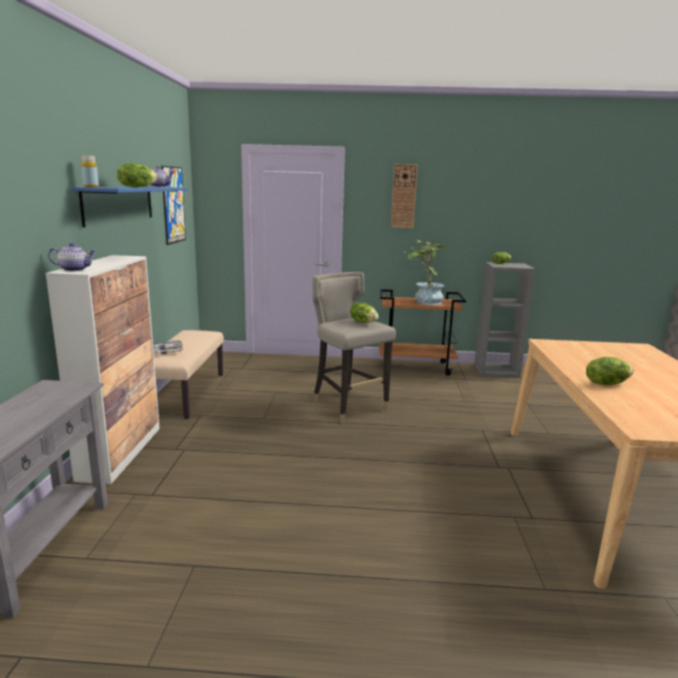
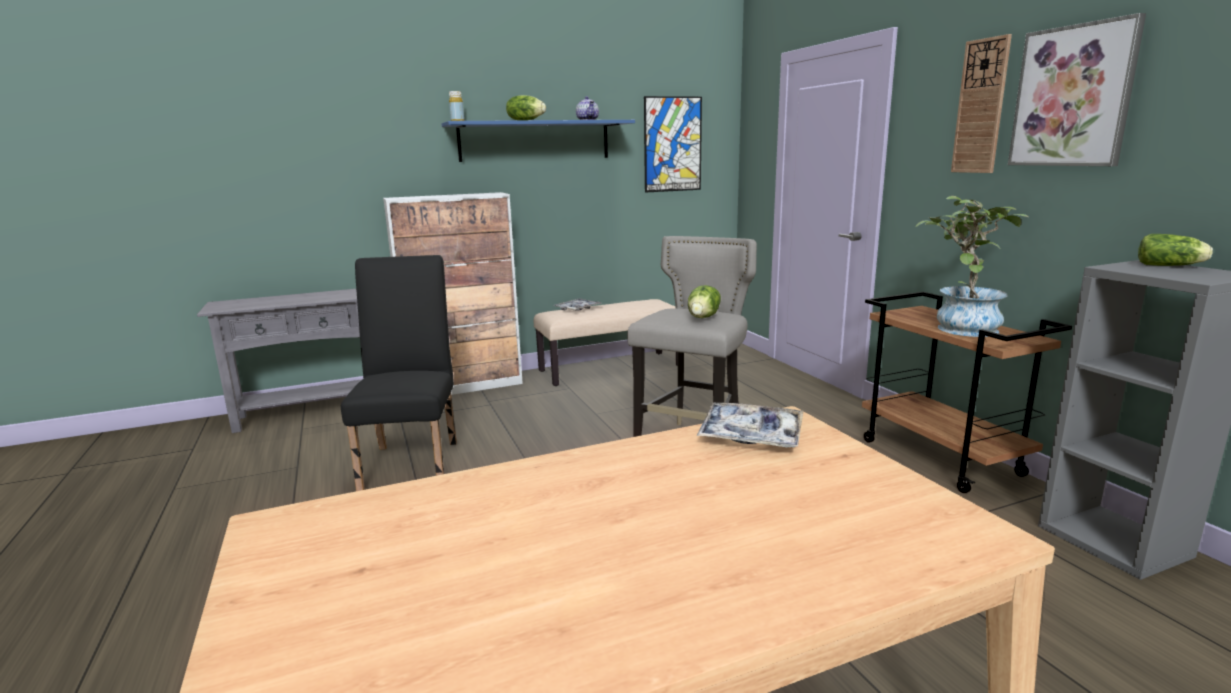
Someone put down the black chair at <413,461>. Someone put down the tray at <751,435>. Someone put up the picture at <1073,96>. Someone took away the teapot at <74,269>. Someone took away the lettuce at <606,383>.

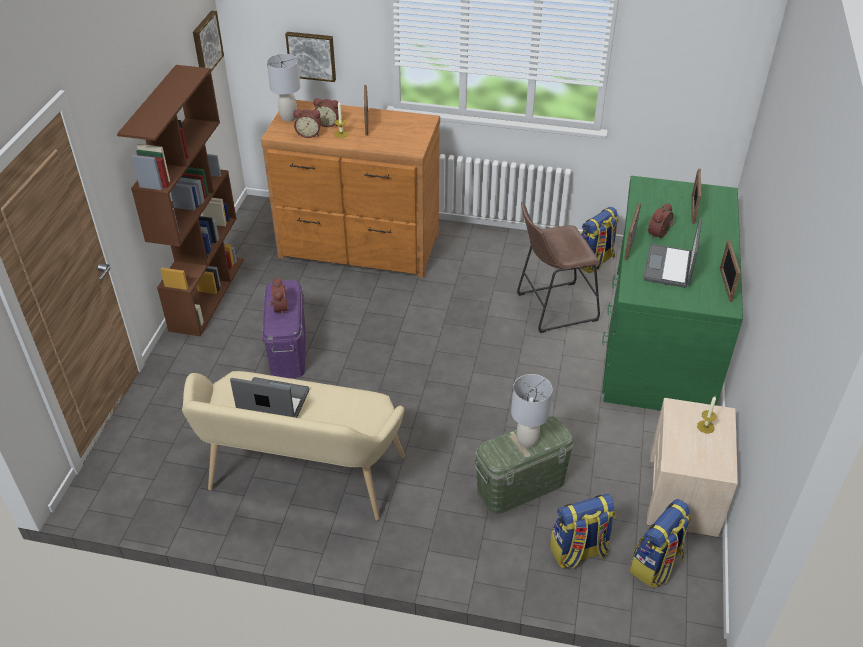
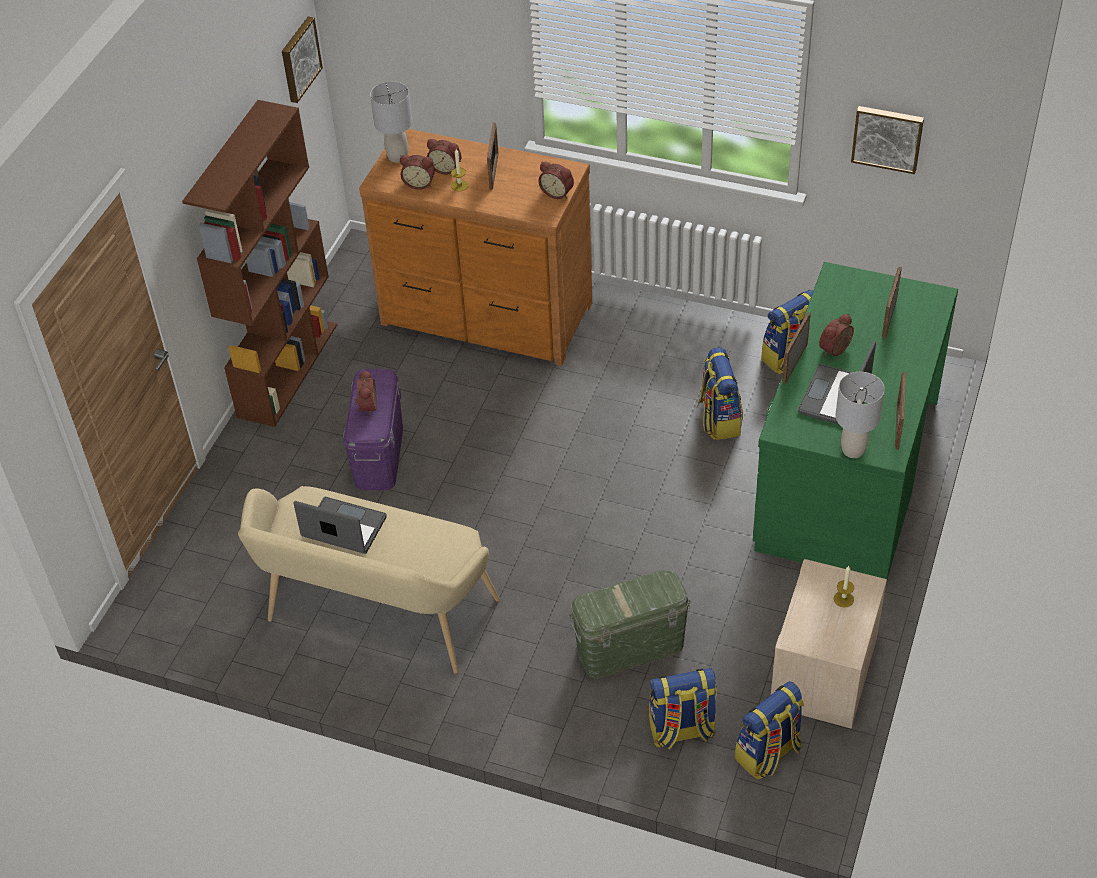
Someone put down the alarm clock at <557,192>. Someone swapped the brown stool at <552,308> for the backpack at <718,419>. Someone carried the grey table lamp from <527,441> to <853,450>. Someone carried the picture from <311,55> to <887,137>.

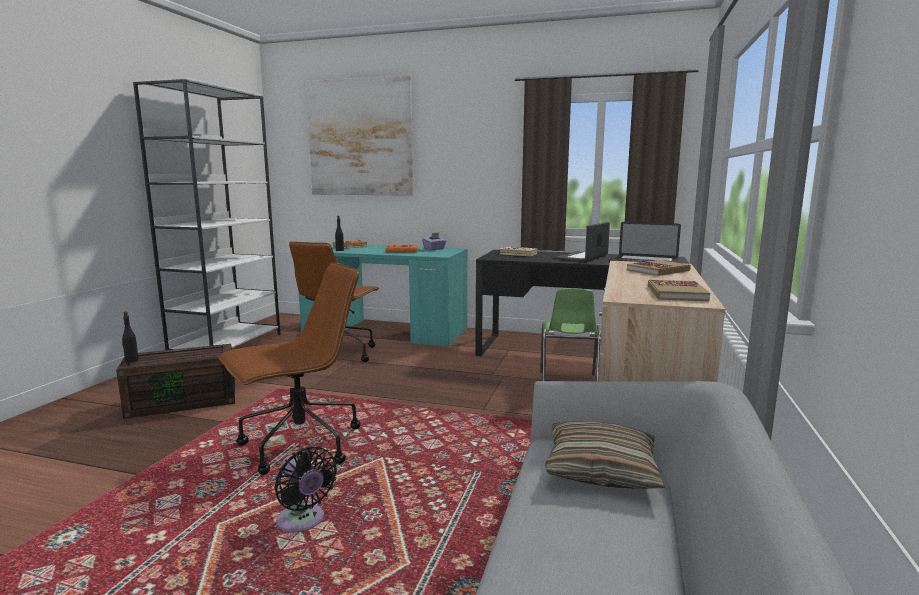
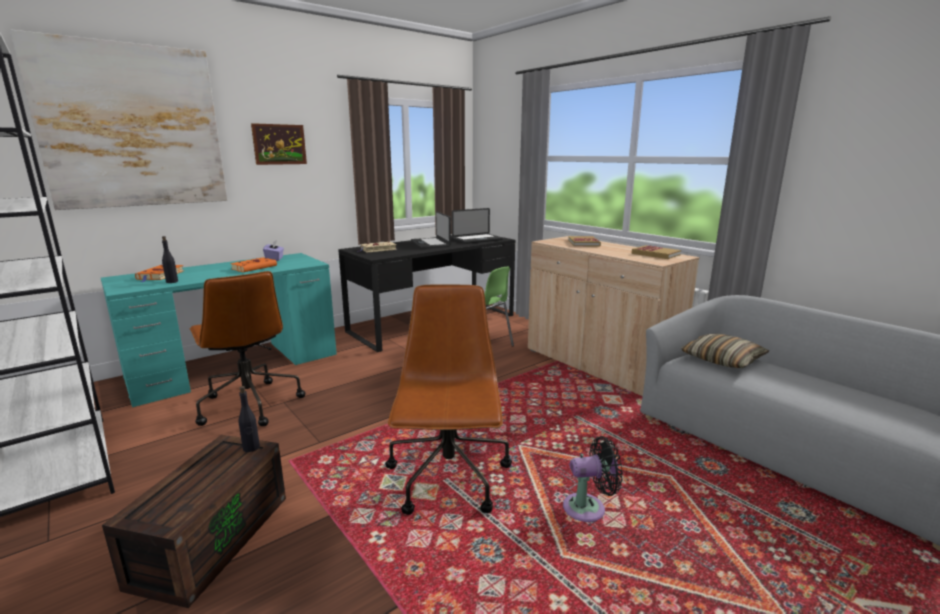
Someone carried the black bottle from <131,360> to <251,448>. Someone put up the picture at <279,144>.

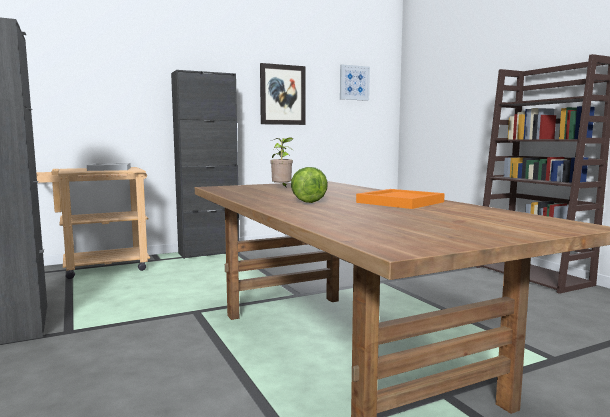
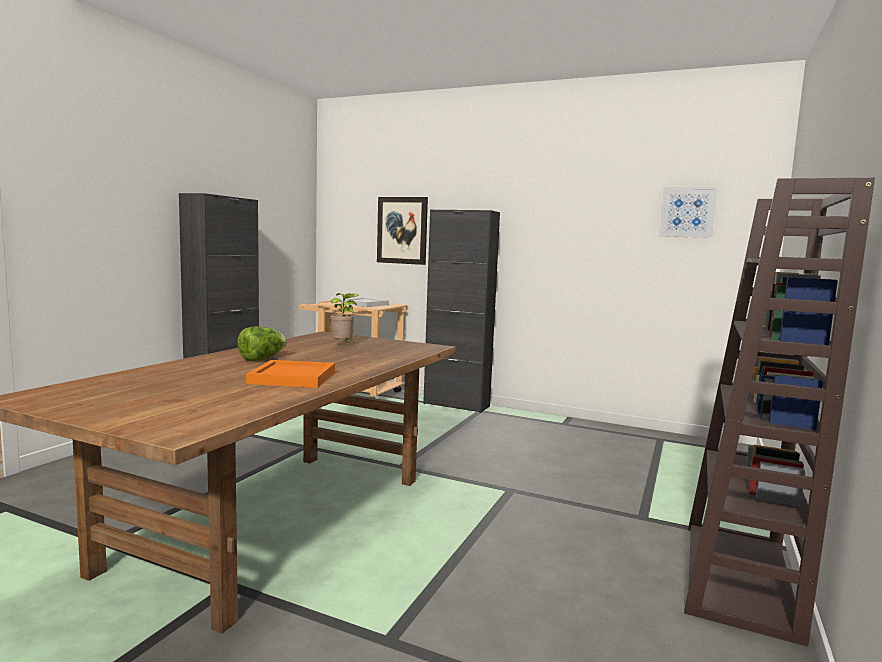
Someone carried the picture from <282,95> to <402,230>.

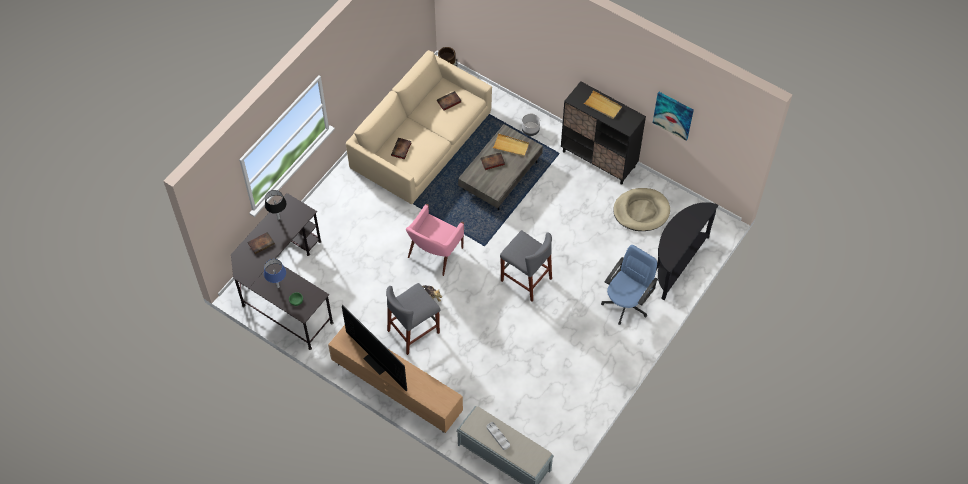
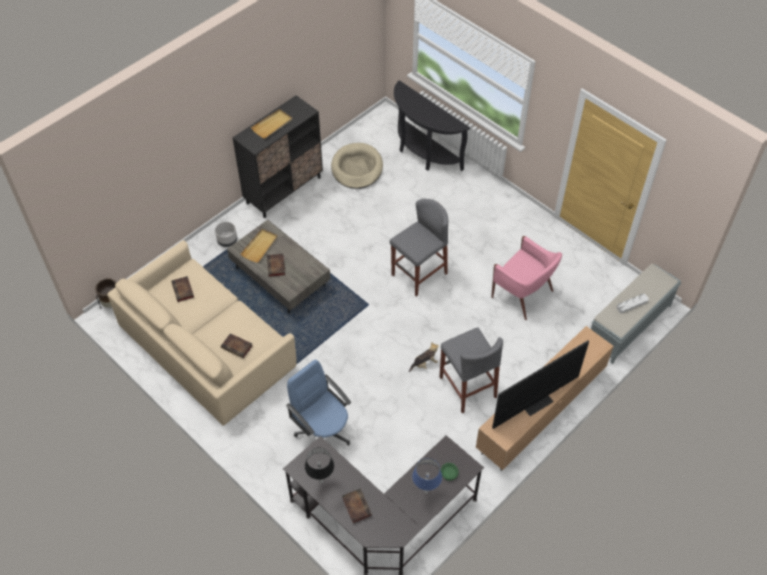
Someone carried the blue office chair from <626,303> to <323,431>. Someone carried the pink armchair from <434,253> to <523,295>. Someone took away the picture at <673,115>.

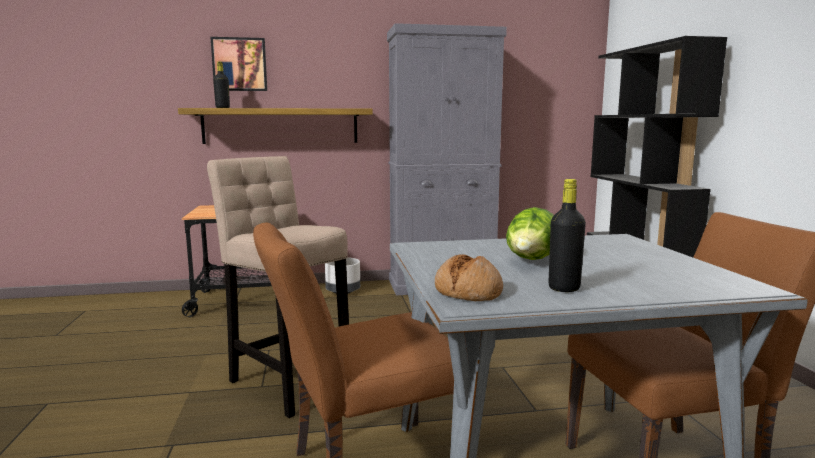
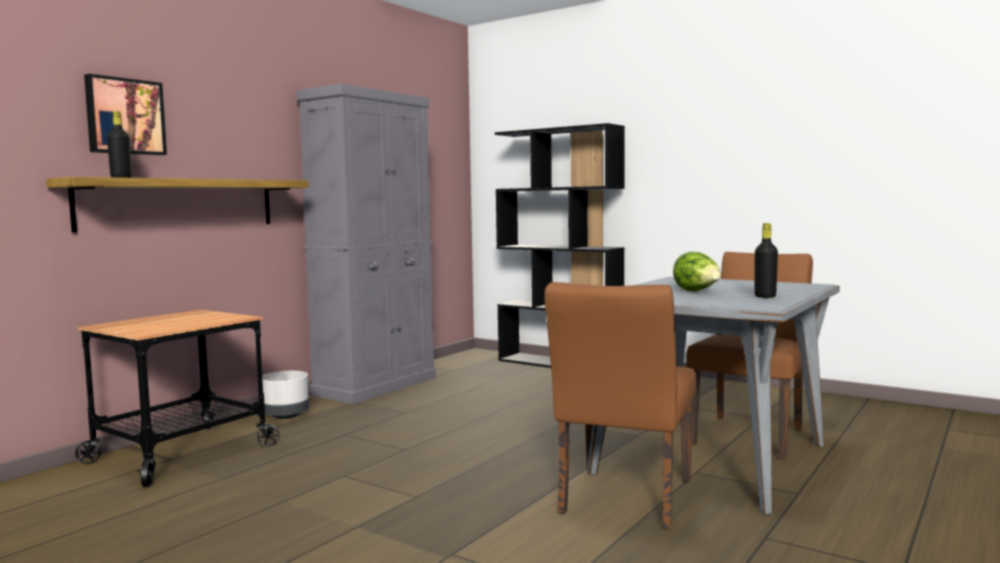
Someone took away the beige stool at <287,382>. Someone took away the bread at <468,291>.

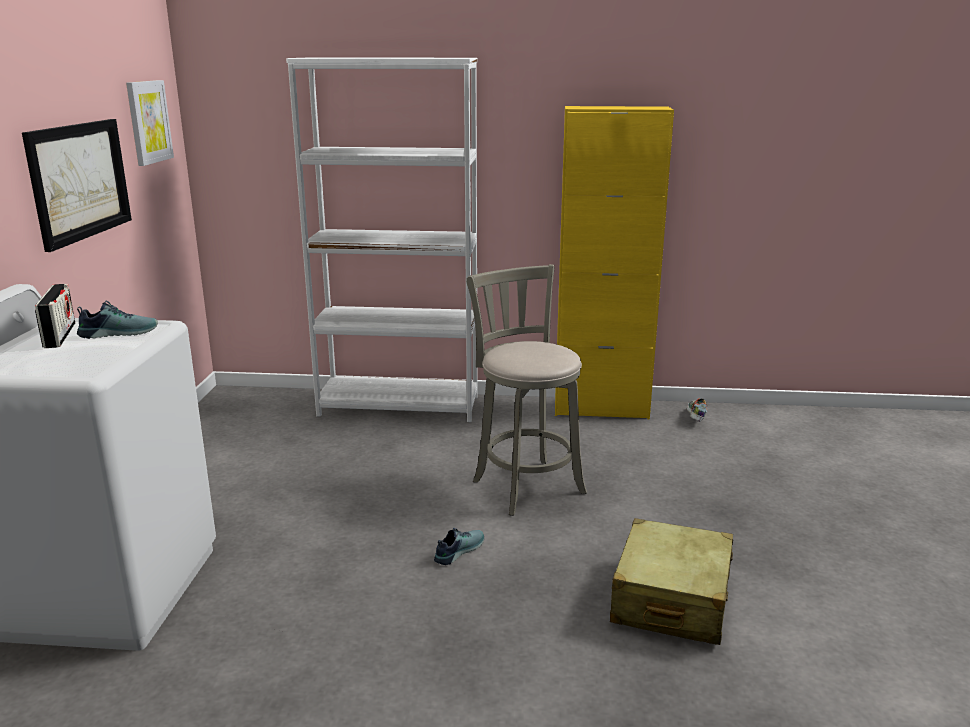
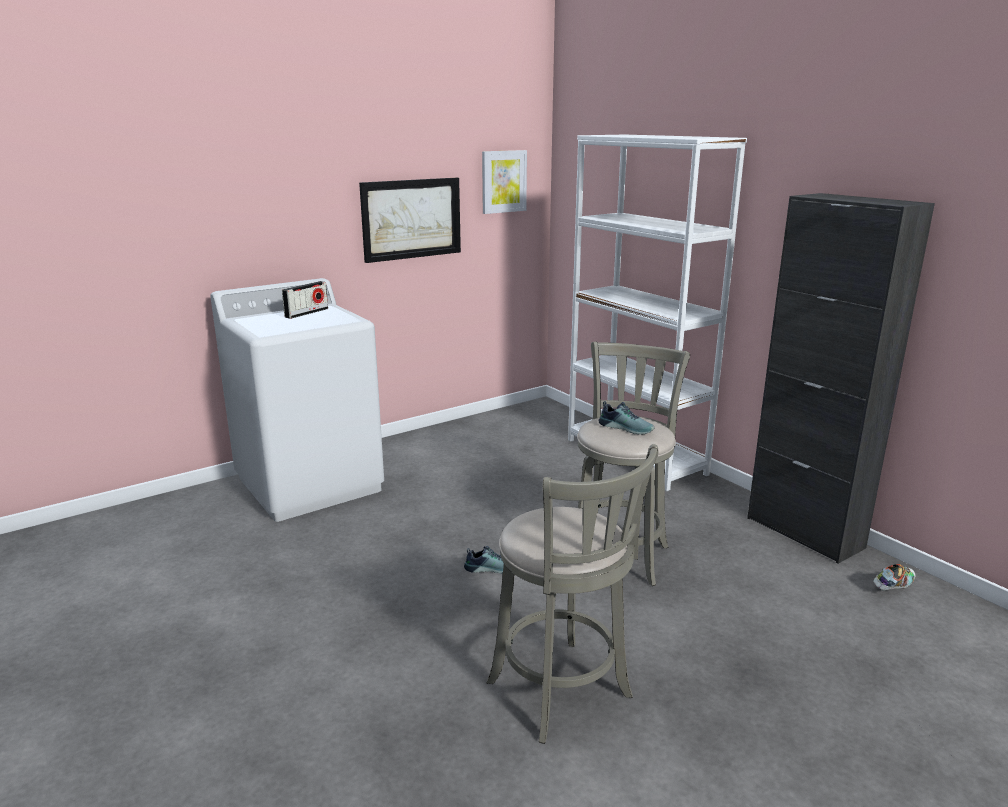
Someone swapped the beige suitcase at <671,599> for the grey stool at <563,694>. Someone carried the shoe from <119,333> to <626,428>. Someone repainted the yellow cabinet at <601,409>, which became the black cabinet at <804,532>.

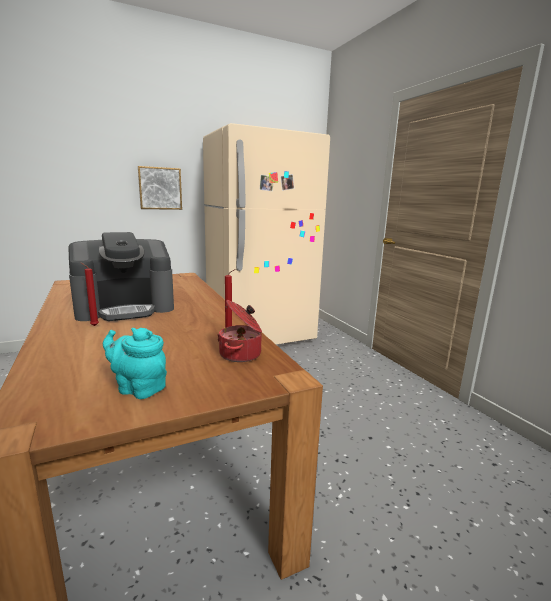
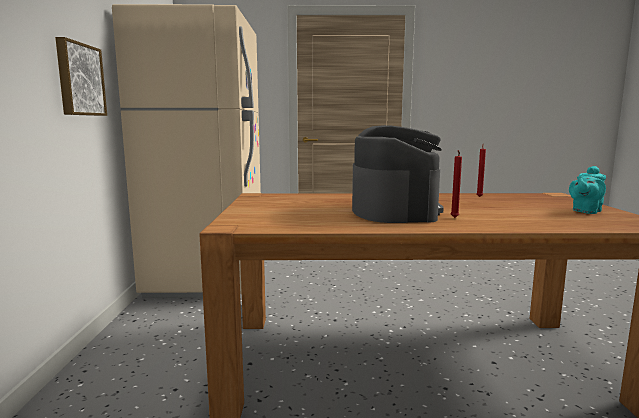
Someone took away the cooking pot at <241,354>.

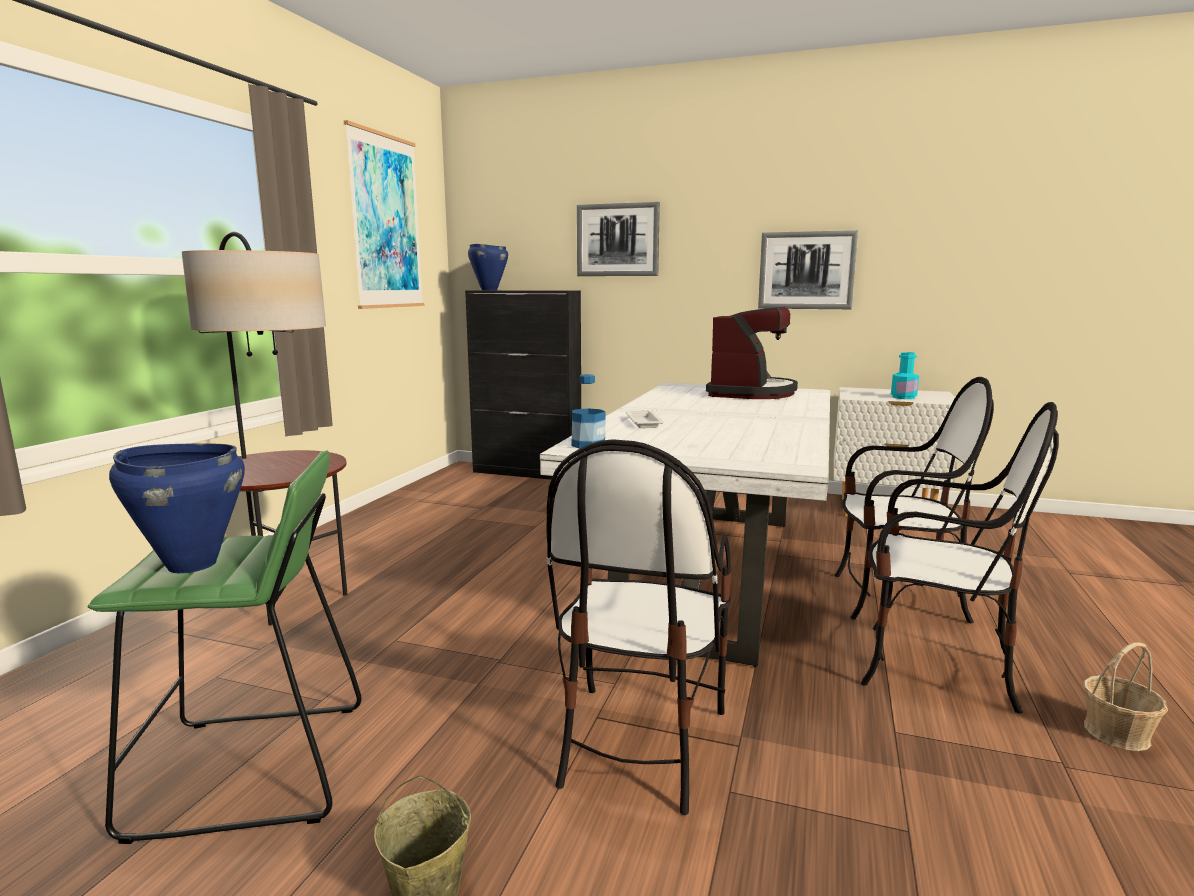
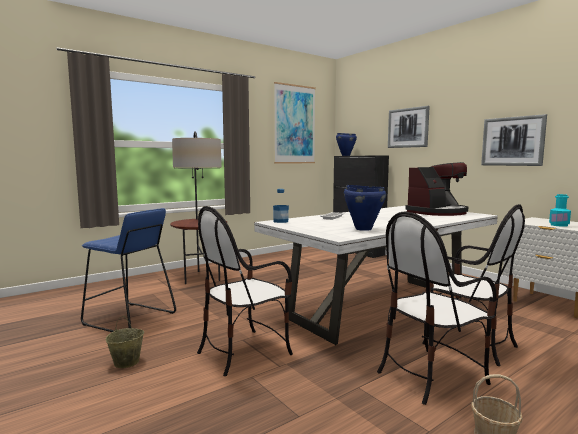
Someone repainted the green stool at <252,769>, which became the blue stool at <129,319>. Someone carried the blue cooking pot from <191,564> to <363,229>. Someone rotated the chair at <935,669> by 90 degrees clockwise.

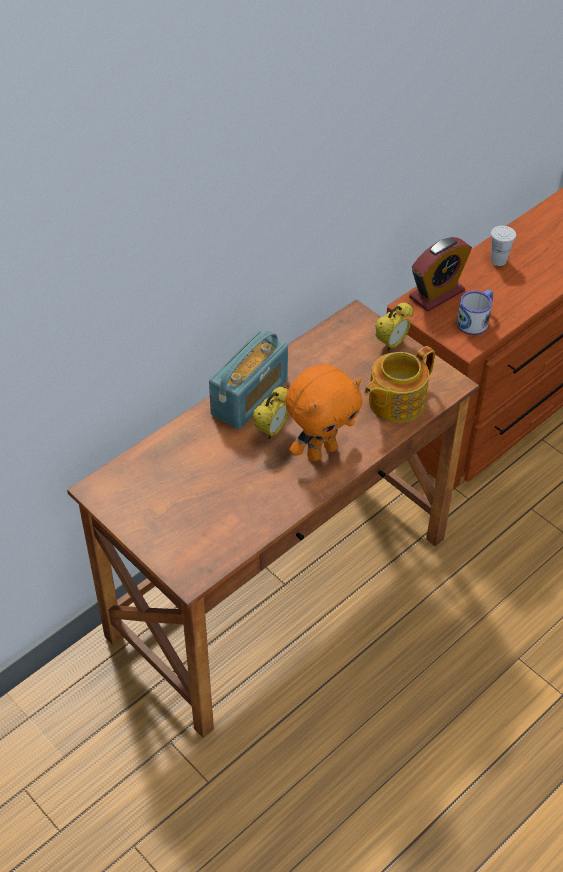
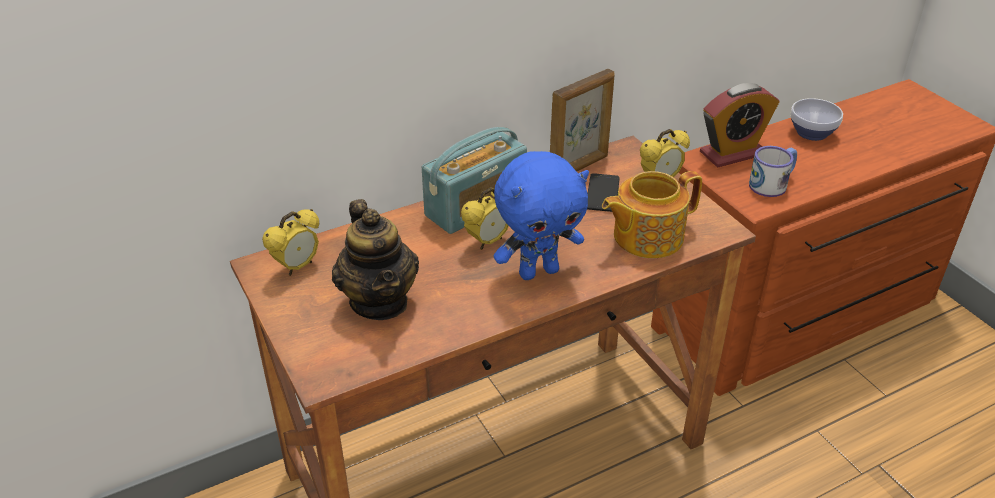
Someone put down the alarm clock at <297,267>. Someone put down the teapot at <379,301>. Someone repainted the orange plush toy at <321,451>, which became the blue plush toy at <538,271>. Someone put down the picture frame at <579,167>. Someone put down the phone at <602,193>. Someone swapped the white cup at <498,260> for the bowl at <813,133>.

